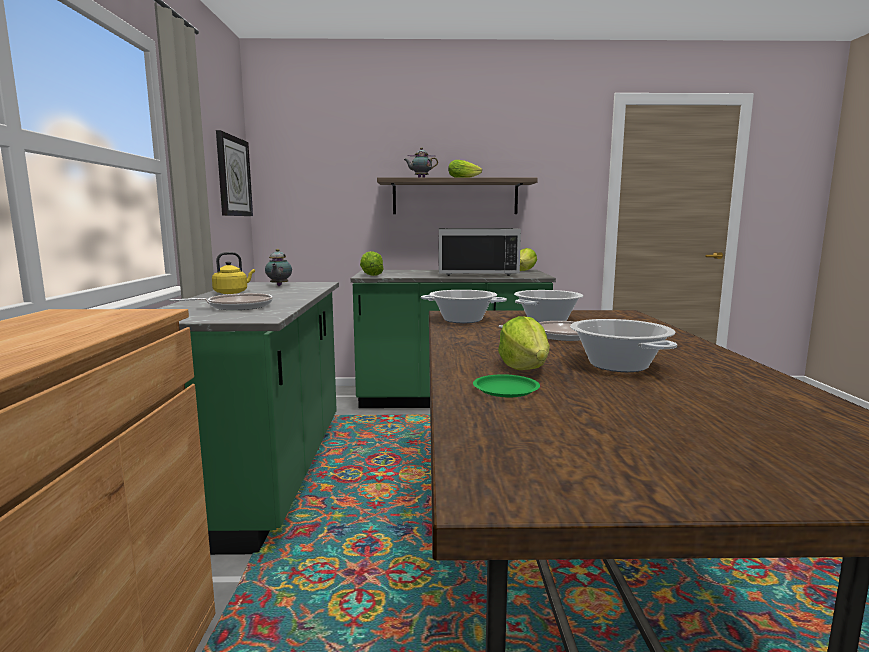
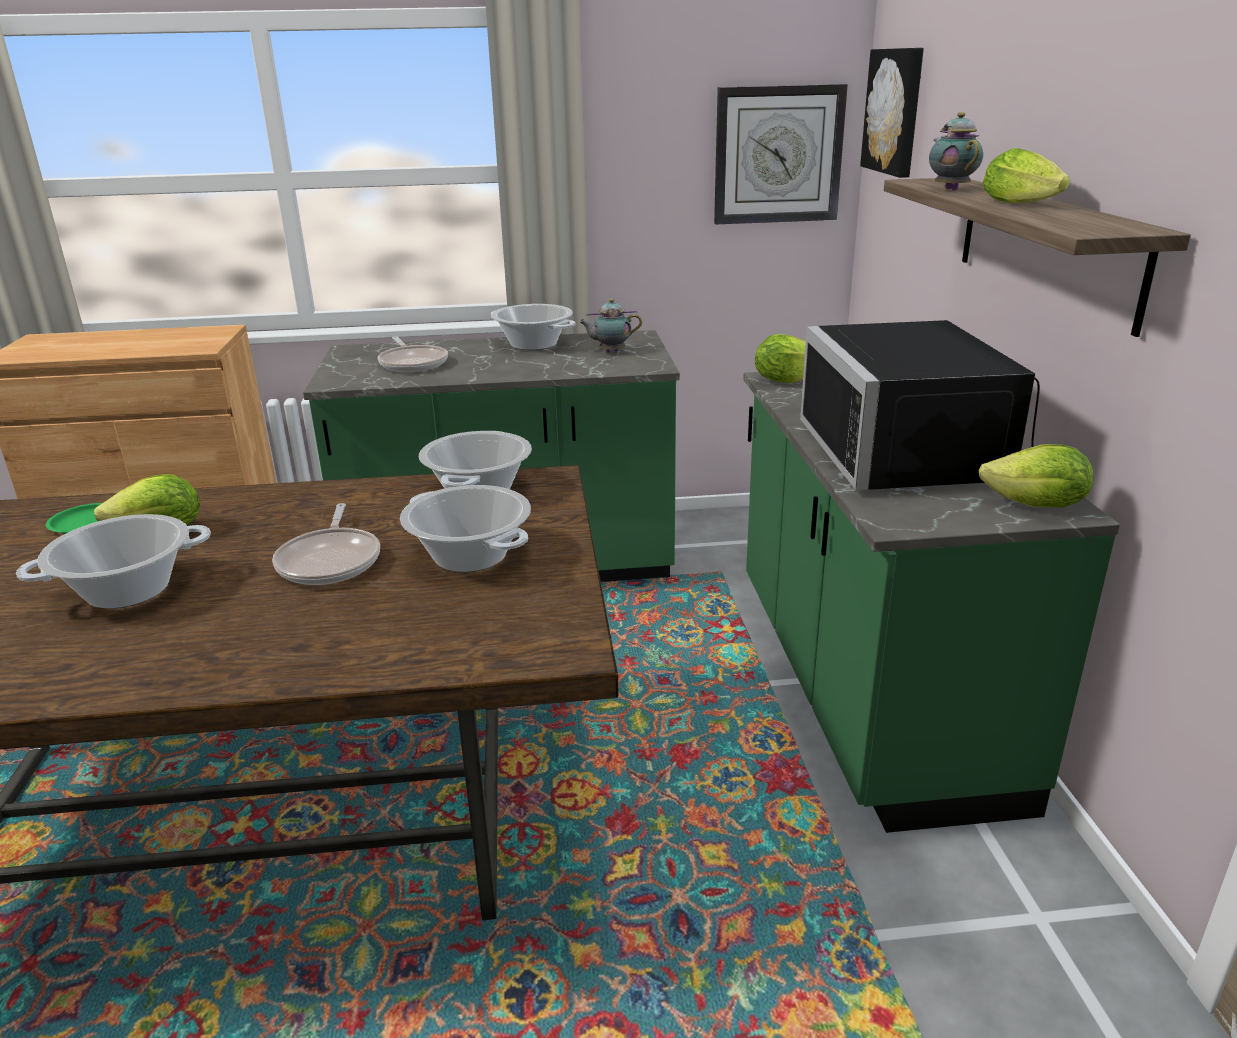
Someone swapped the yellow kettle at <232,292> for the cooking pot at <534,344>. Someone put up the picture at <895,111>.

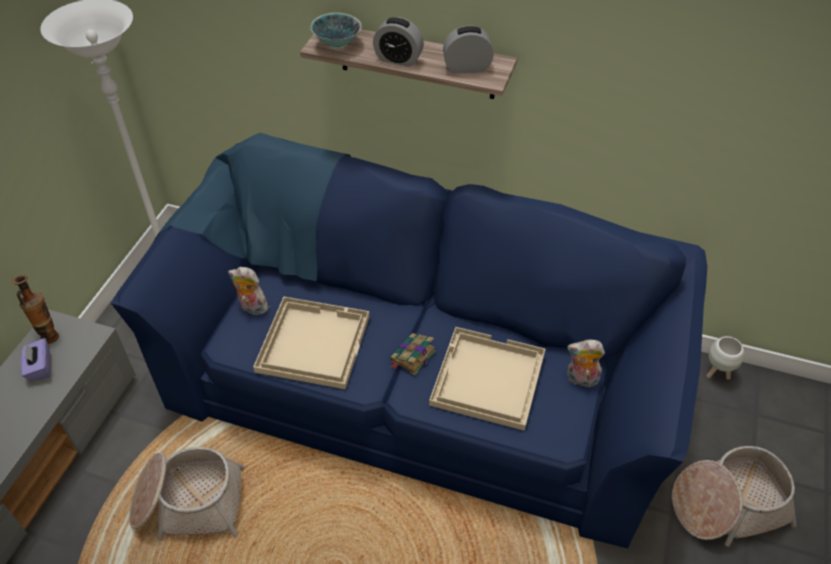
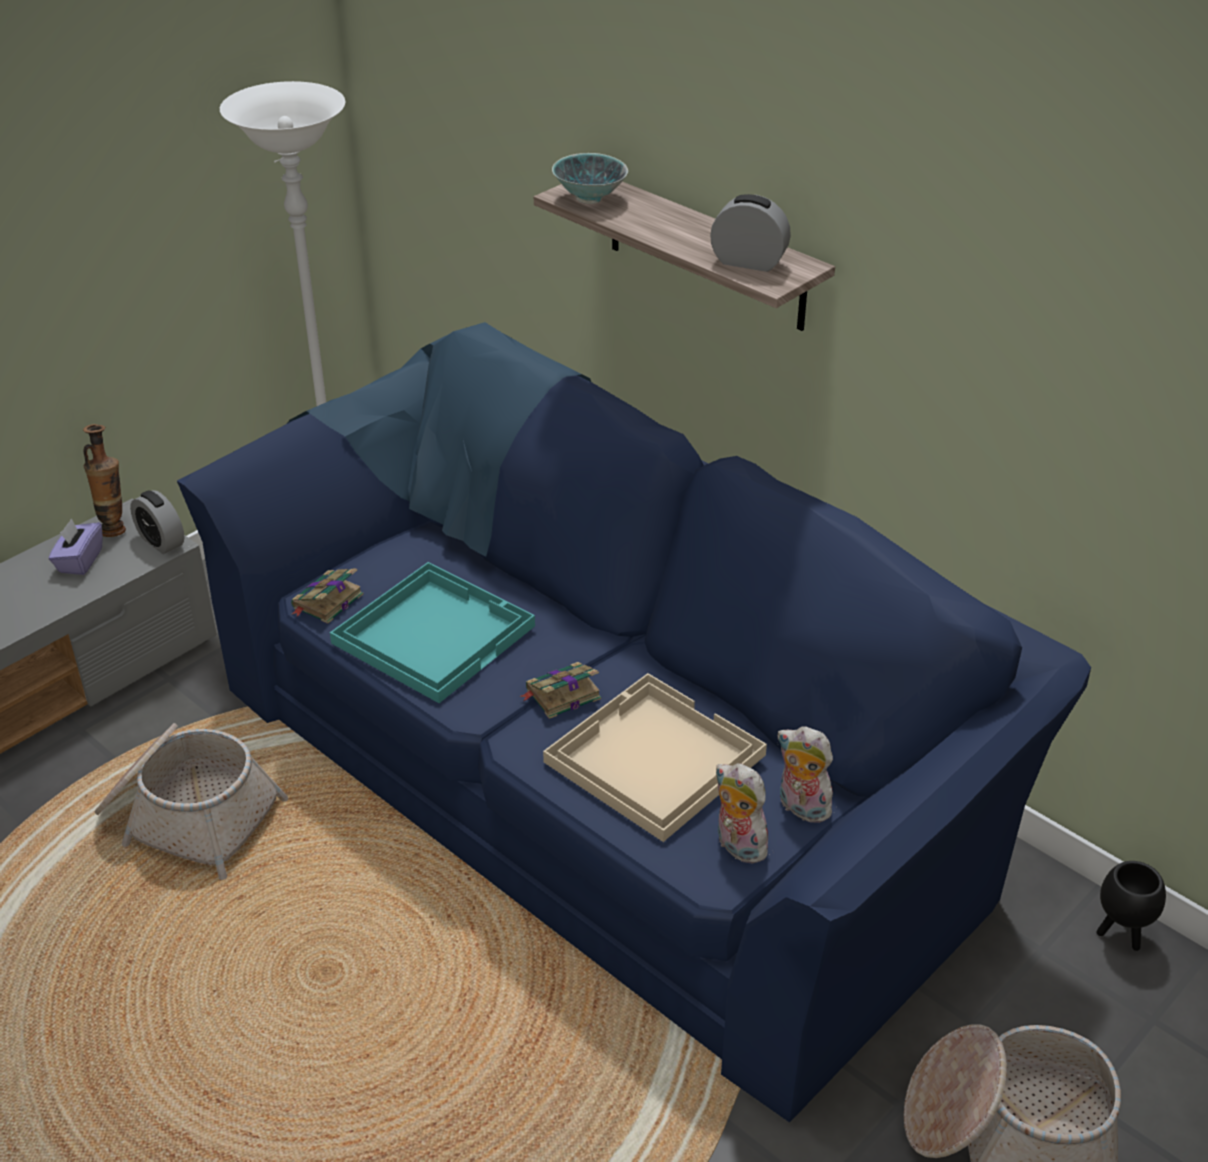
Someone carried the alarm clock from <398,59> to <161,541>. Someone put down the book at <326,602>. Someone repainted the beige tray at <313,342>, which became the turquoise tray at <433,633>. Someone carried the plush toy from <251,308> to <737,846>. Someone repainted the white planter at <717,373>, which became the black planter at <1121,934>.

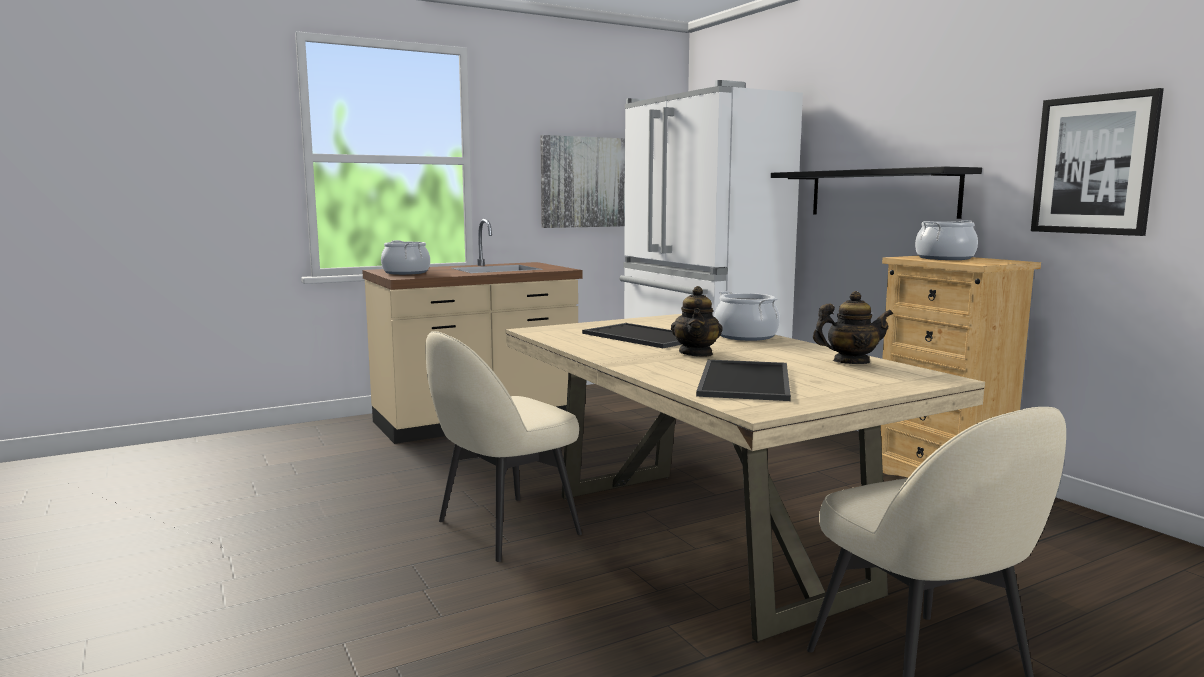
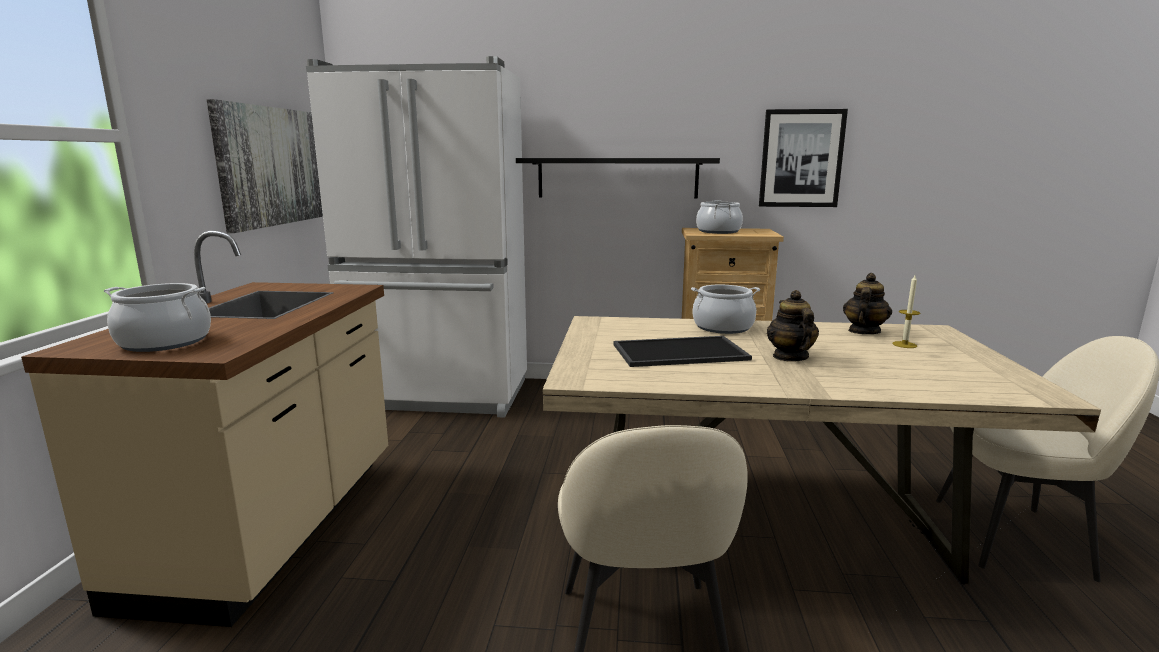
Someone rotated the teapot at <696,353> by 135 degrees counterclockwise. Someone put down the candle at <904,345>. Someone took away the tray at <747,381>.

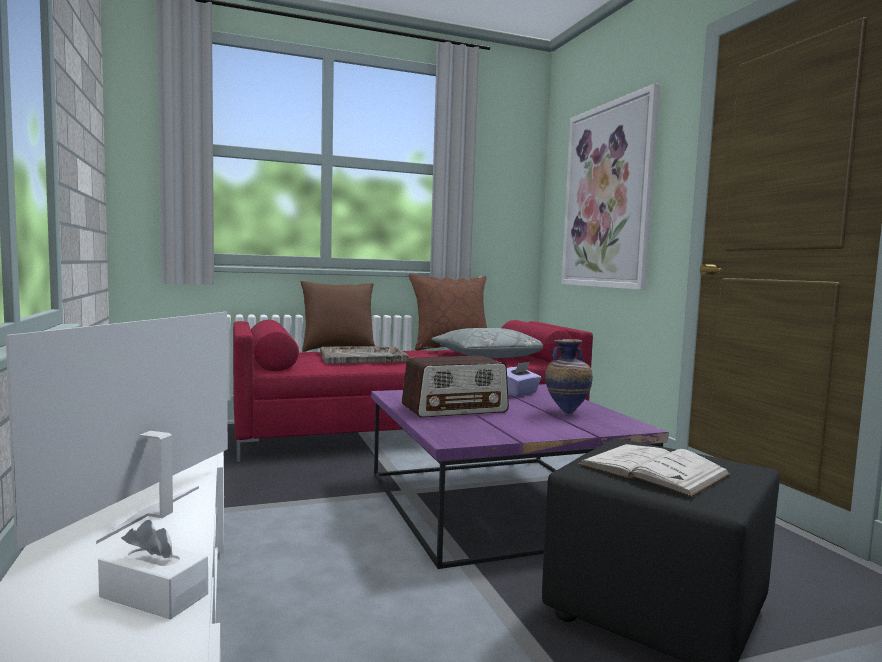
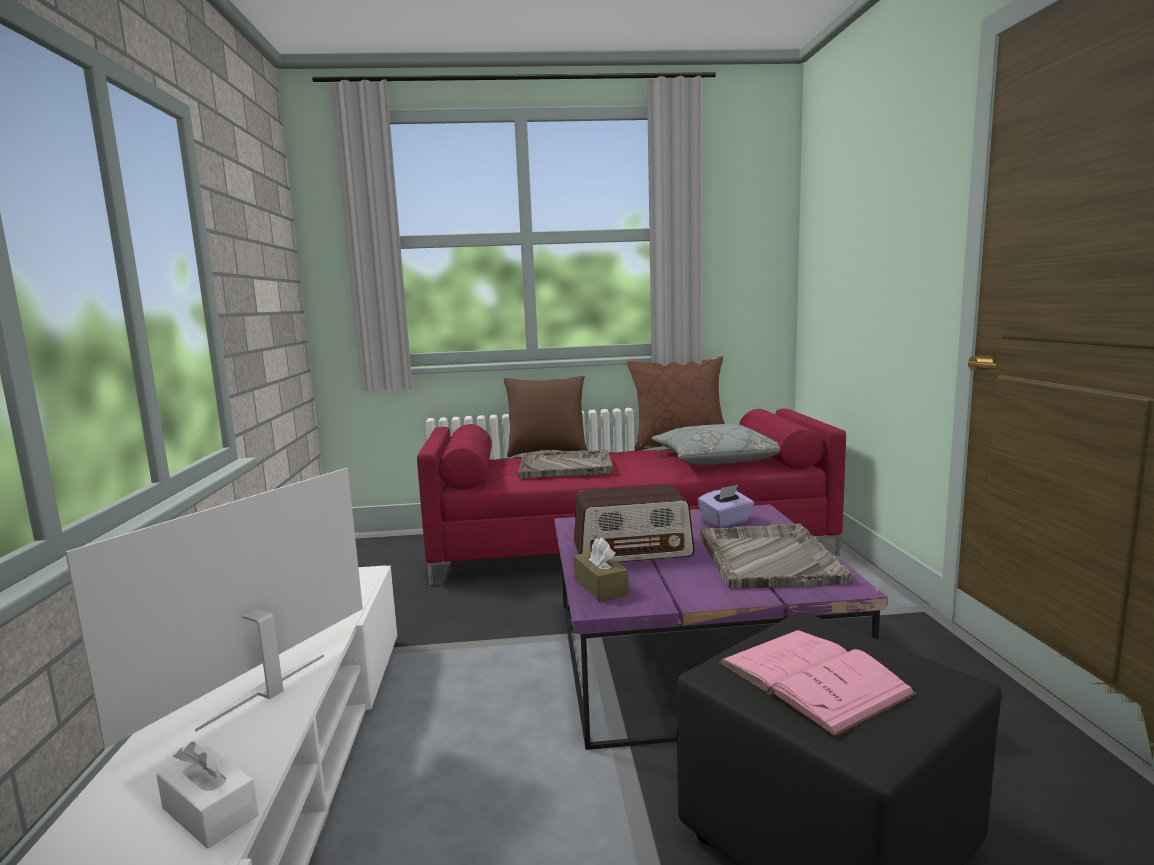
Someone put down the brown tissue box at <600,587>. Someone swapped the vase at <566,412> for the grey tray at <768,558>. Someone repainted the white book at <653,469>, which became the pink book at <812,678>. Someone took away the picture at <607,196>.

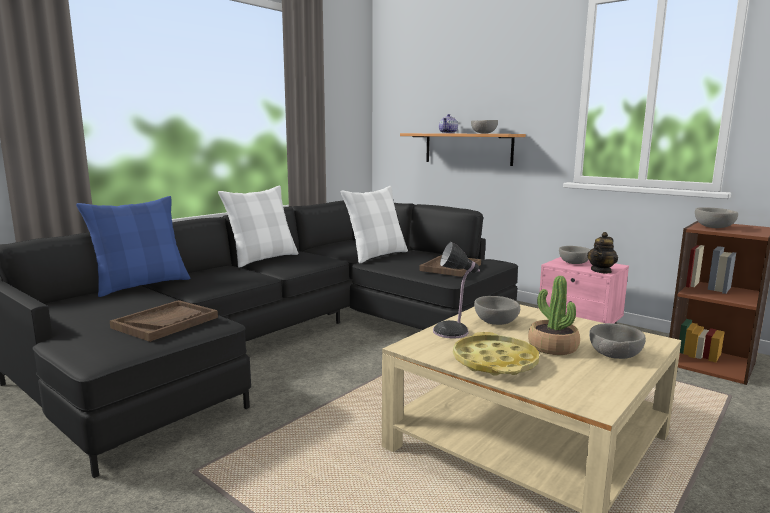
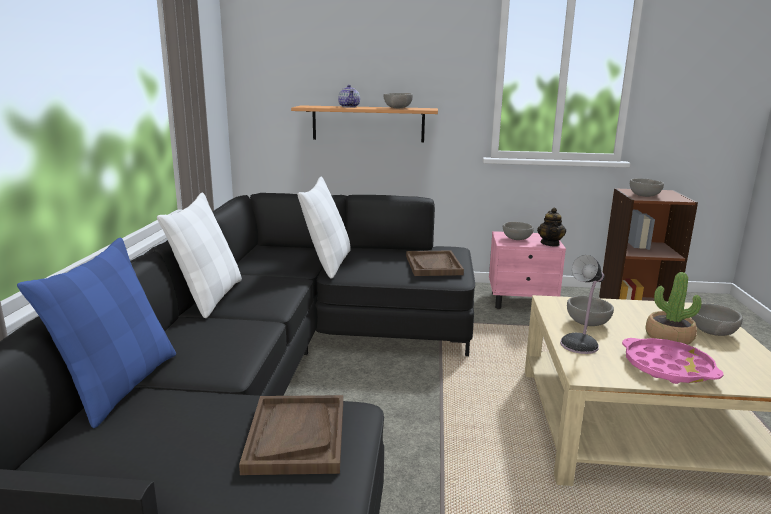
Someone repainted the yellow tray at <495,362>, which became the pink tray at <668,367>.

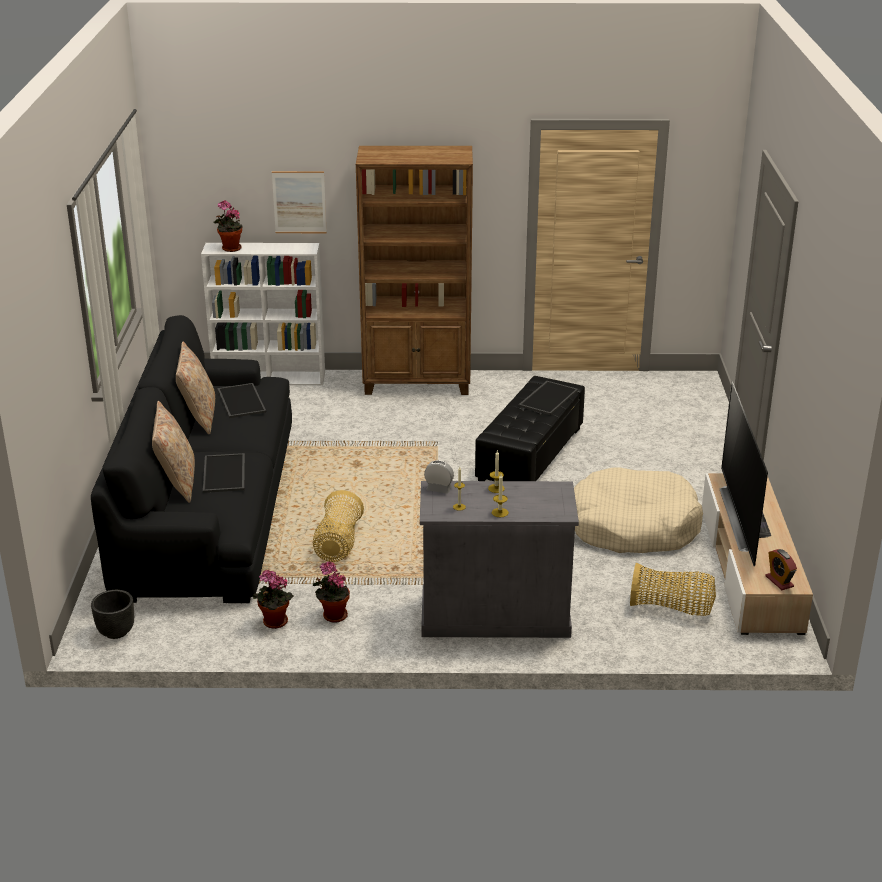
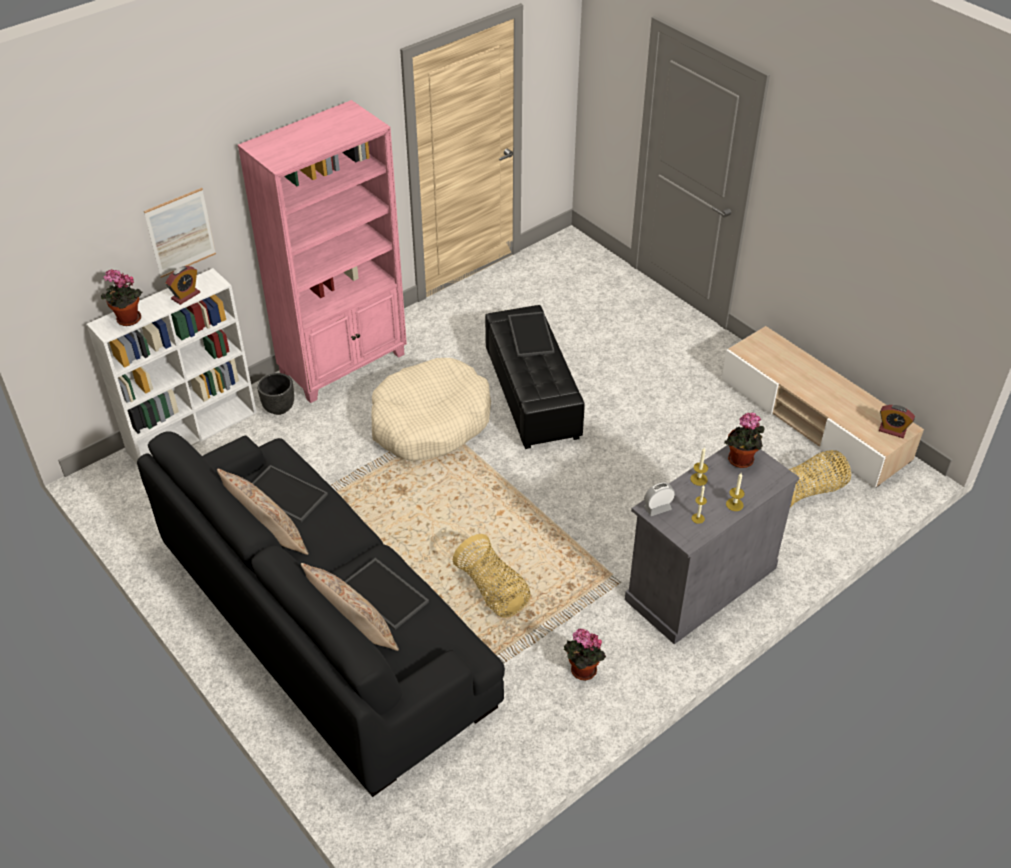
Someone put down the alarm clock at <185,296>. Someone repainted the brown bookcase at <418,383>, which became the pink bookcase at <344,364>. Someone carried the black planter from <116,631> to <278,408>. Someone carried the beige dog bed from <632,526> to <430,422>. Someone carried the potted plant from <273,623> to <741,461>. Someone took away the television at <744,518>.

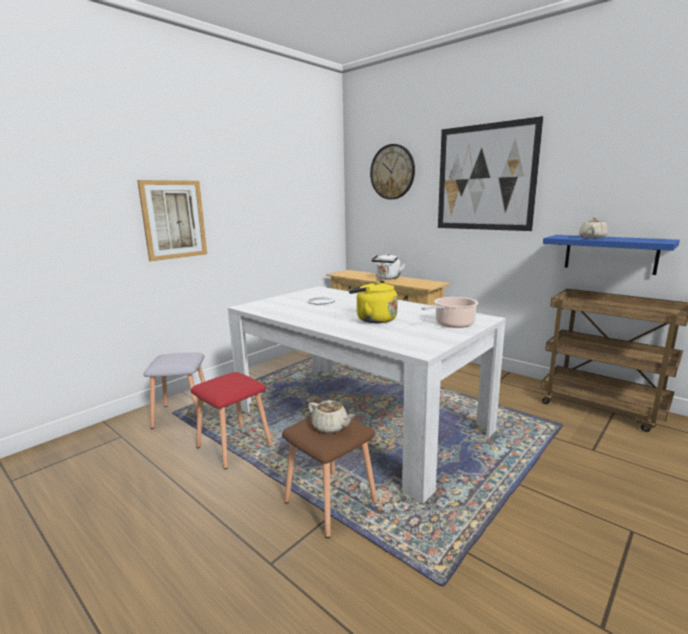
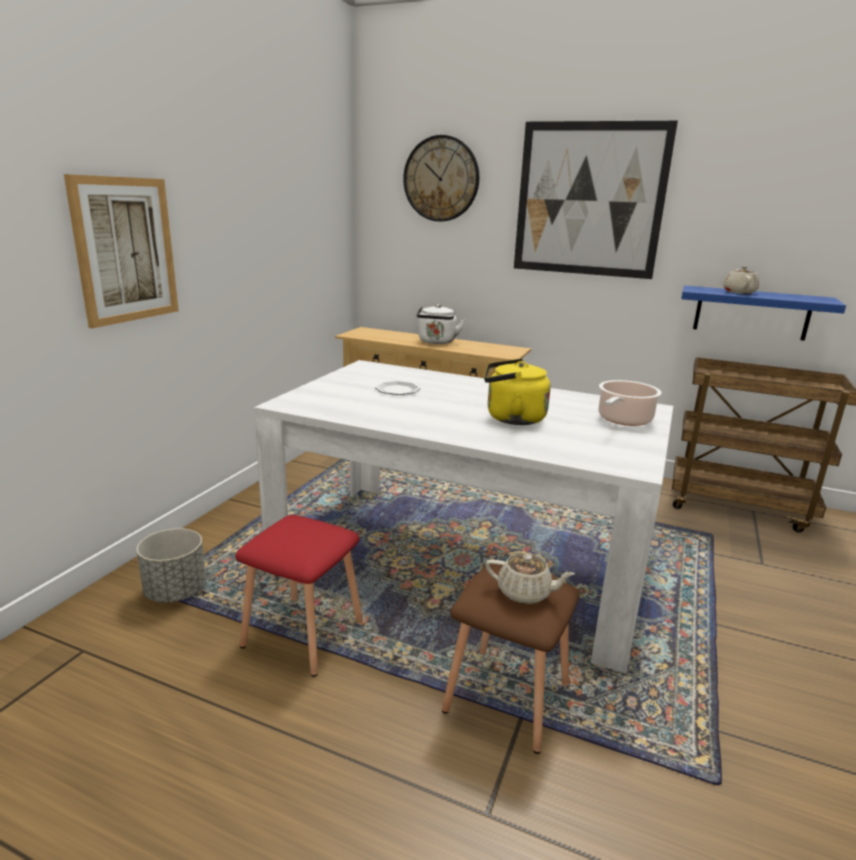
Someone swapped the grey stool at <183,414> for the grey planter at <176,591>.

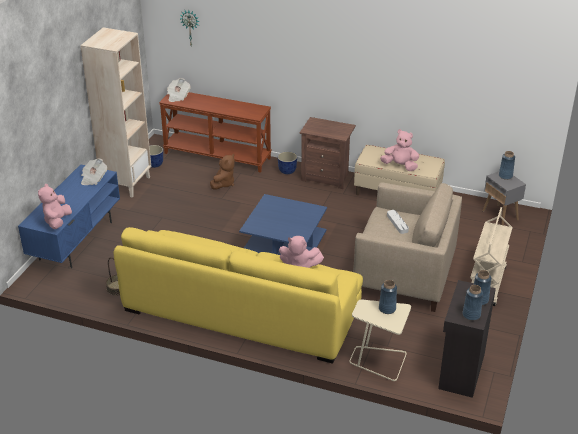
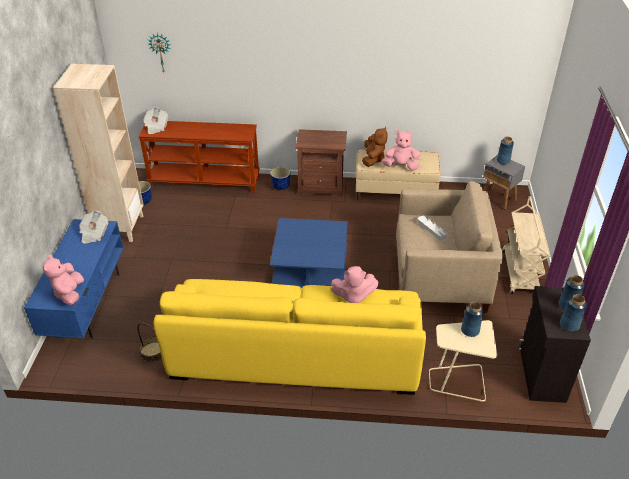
Someone carried the brown plush toy from <223,184> to <373,159>.

